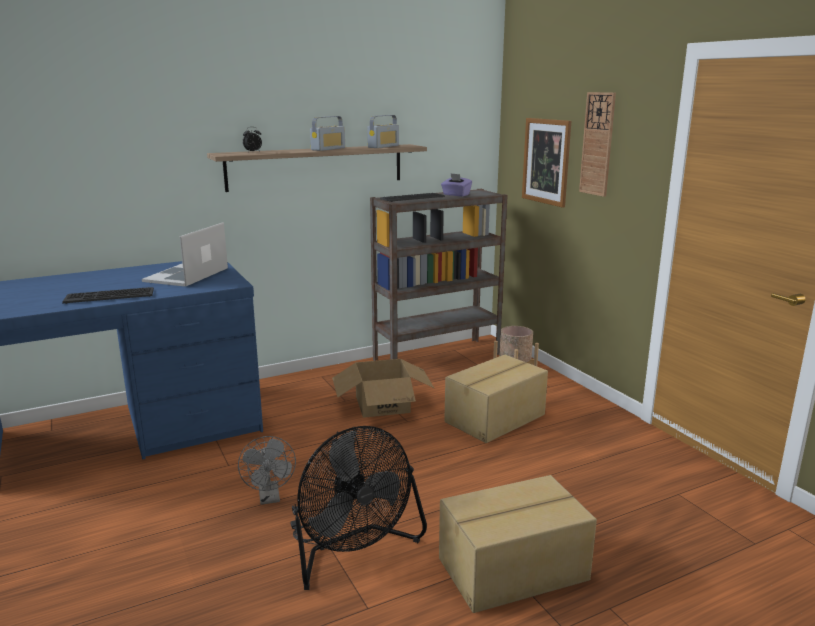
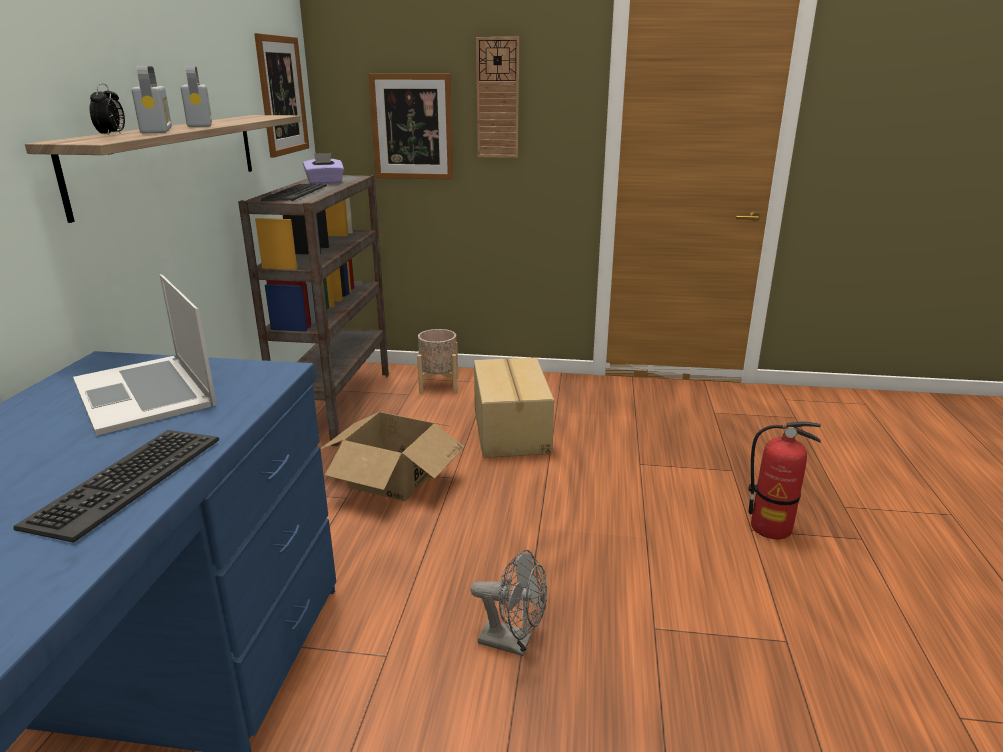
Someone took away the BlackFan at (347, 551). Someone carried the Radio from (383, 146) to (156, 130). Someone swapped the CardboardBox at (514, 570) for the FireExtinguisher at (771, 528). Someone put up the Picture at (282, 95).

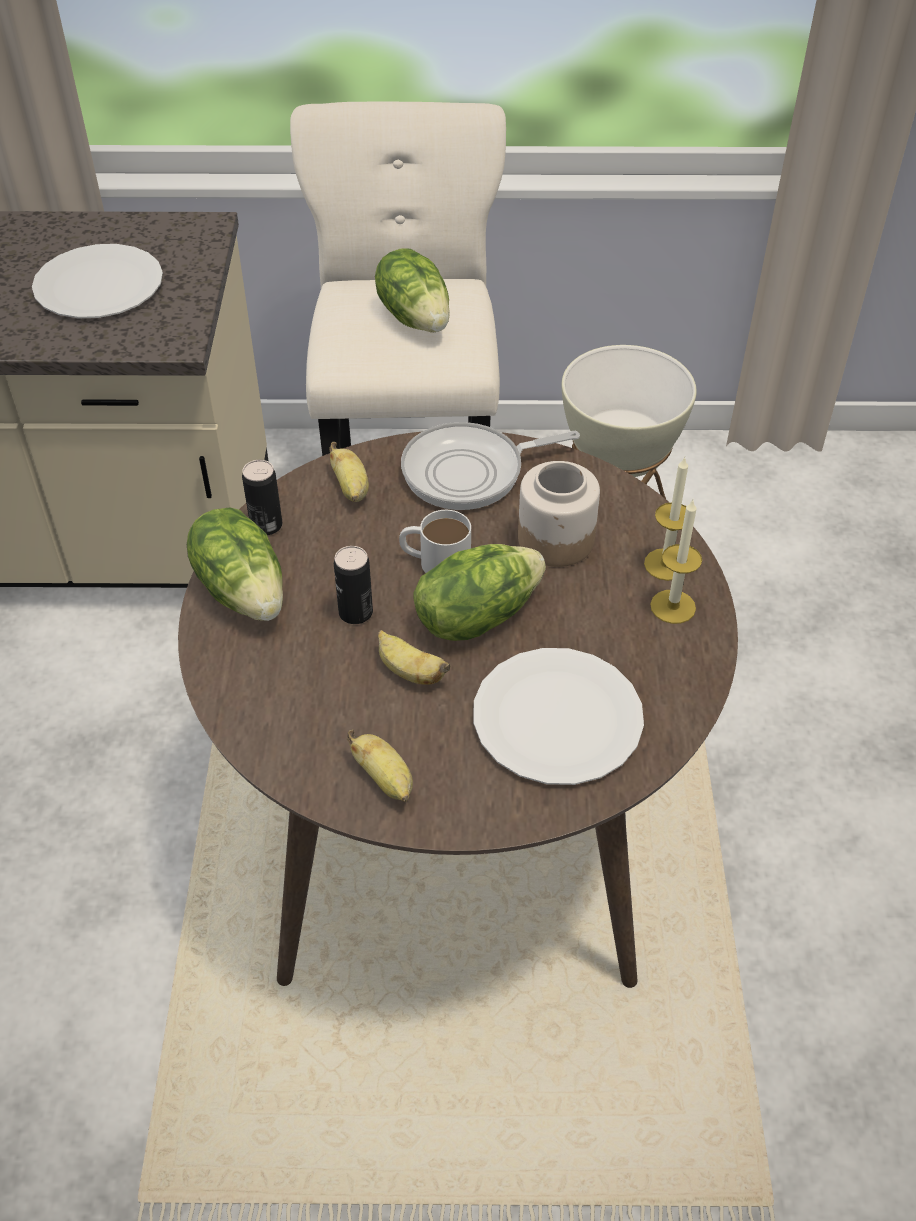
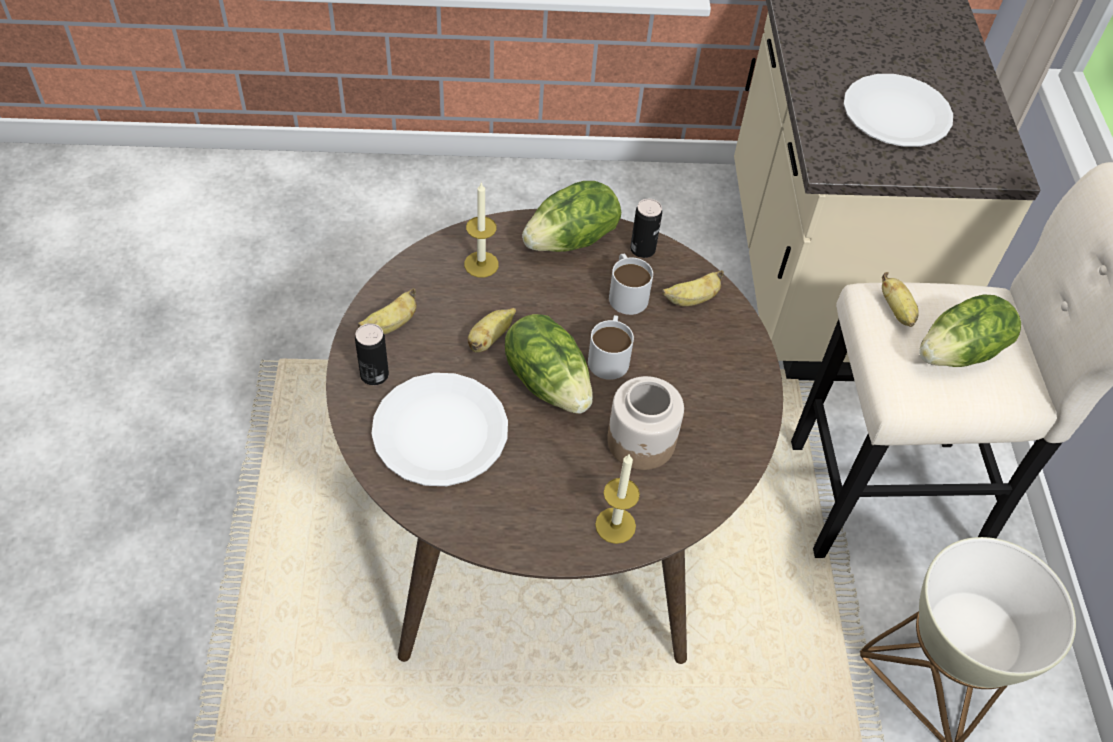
Someone carried the Can from (355, 612) to (374, 375). Someone took away the FryingPan at (470, 472). Someone carried the Candle from (673, 606) to (481, 264). Someone put down the WhiteMug at (626, 292). Someone put down the Banana at (897, 311).

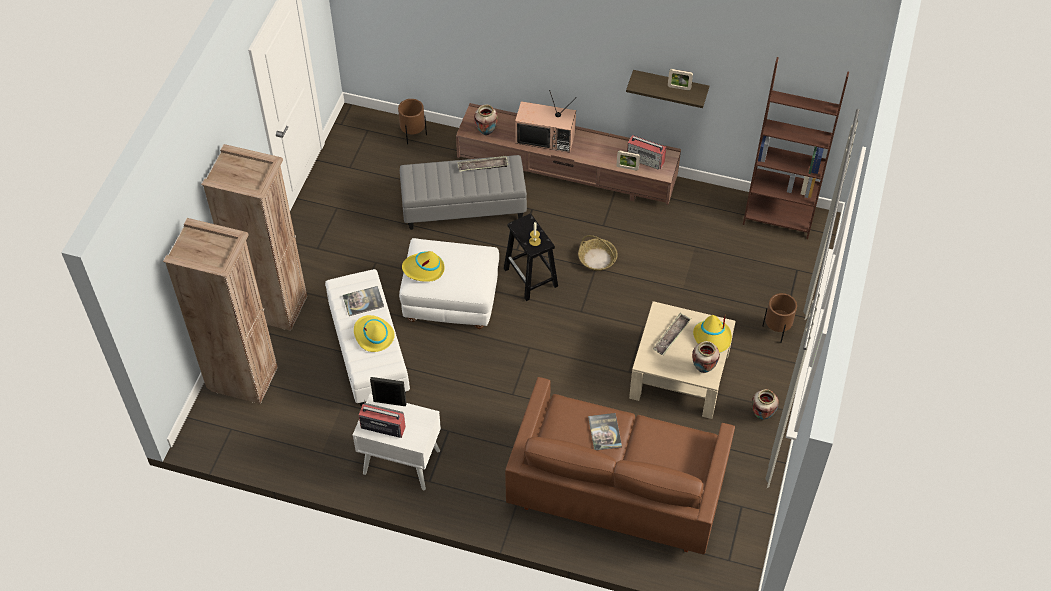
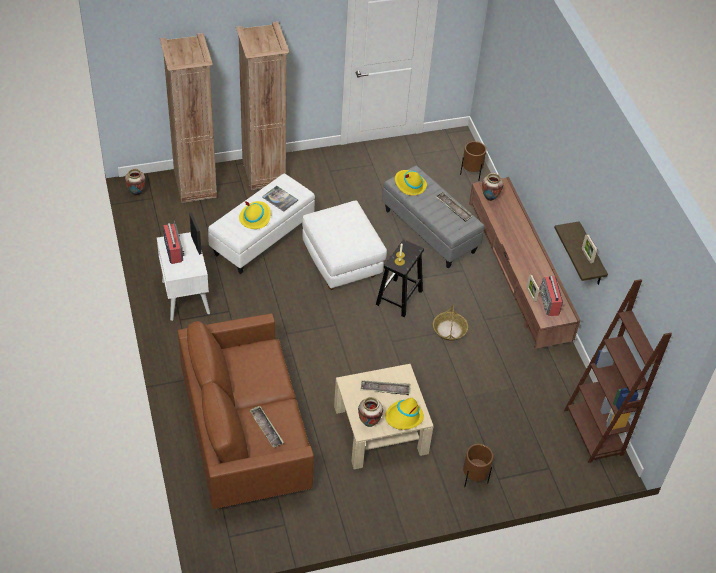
Someone carried the YellowHat from (423, 269) to (410, 185). Someone took away the Television at (546, 137). Someone took away the Book at (604, 432). Someone carried the Vase from (761, 416) to (136, 193). Someone put down the Tray at (266, 428).

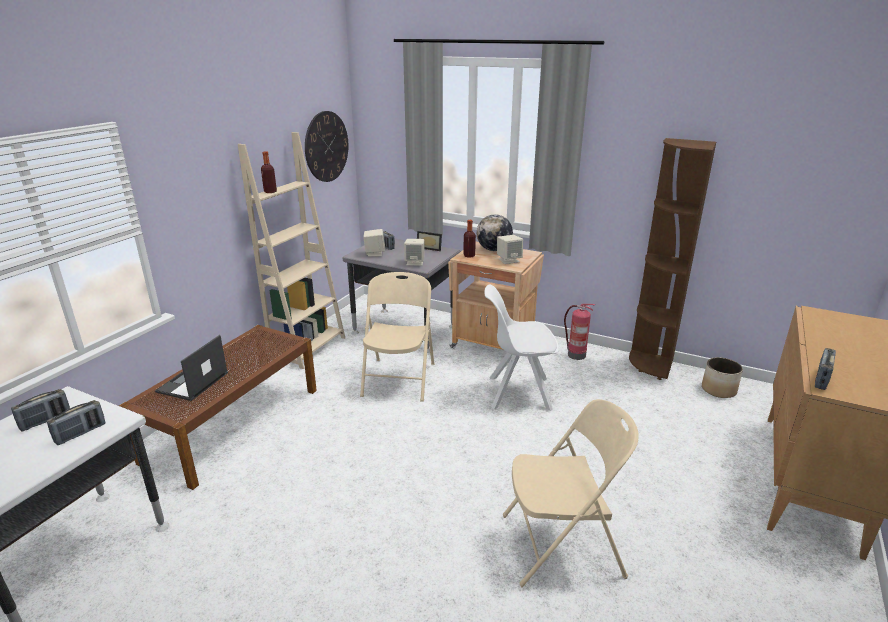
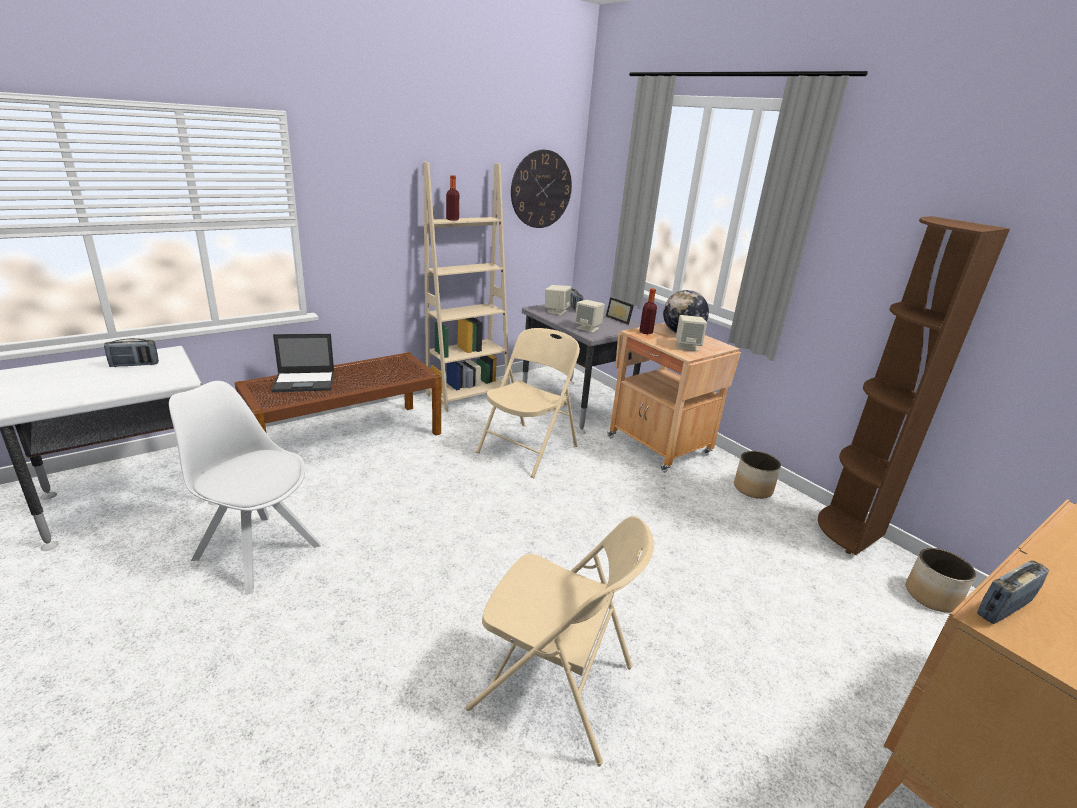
Someone took away the Radio at (80, 433). Someone rotated the Laptop at (192, 383) by 150 degrees counterclockwise. Someone carried the WhiteChair from (518, 393) to (256, 551). Someone swapped the FireExtinguisher at (575, 355) for the Planter at (752, 489).

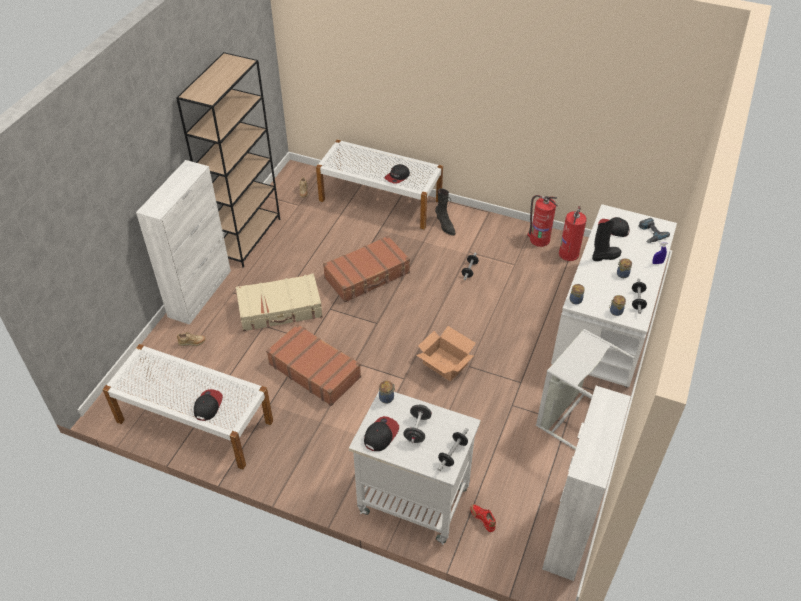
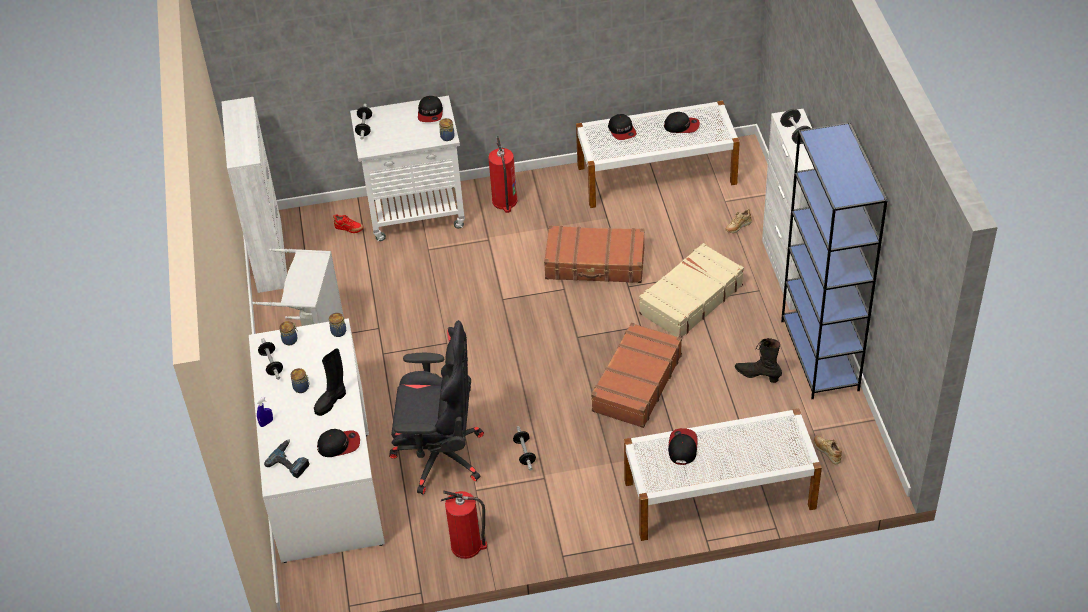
Someone repainted the BeigeBookcase at (247, 237), which became the BlueBookcase at (820, 355). Someone carried the BlackDumbbell from (417, 429) to (795, 134). Someone took away the CardboardBox at (445, 364). Someone carried the BlackBoot from (445, 226) to (757, 375). Someone carried the FireExtinguisher from (569, 253) to (504, 201). Someone put down the BlackOfficeChair at (438, 456). Someone put down the Cap at (682, 126).

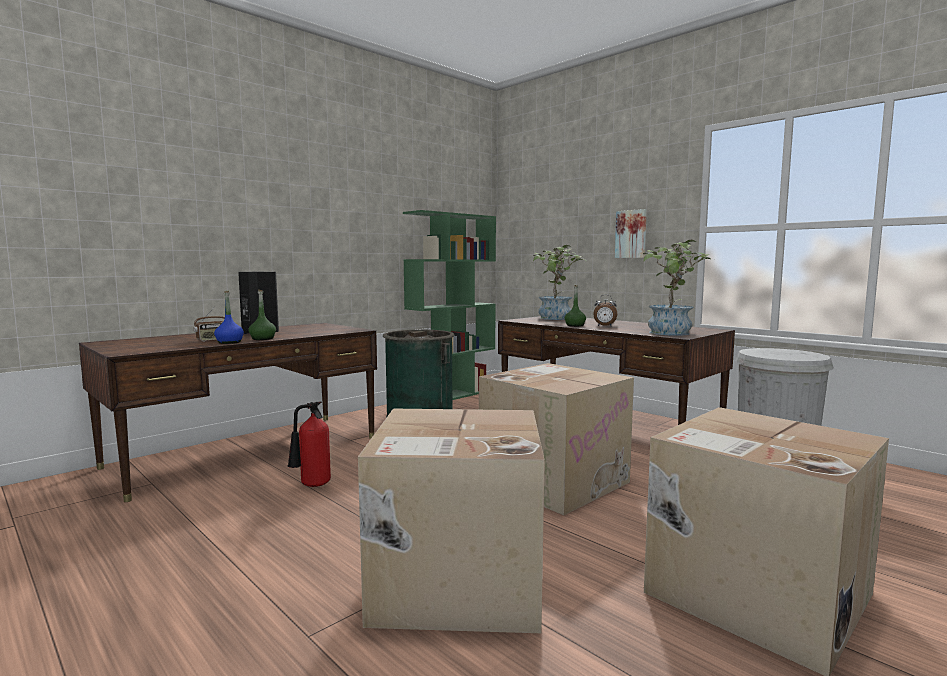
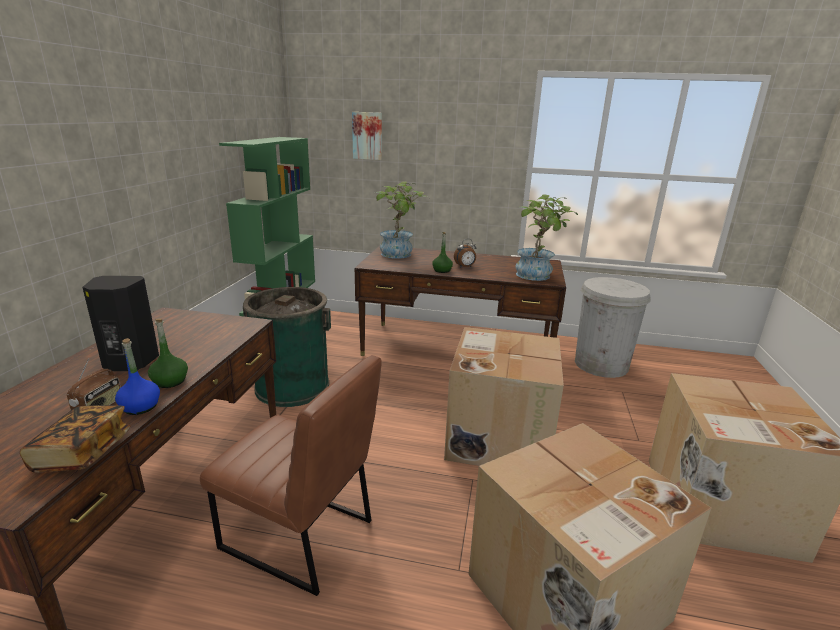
Someone swapped the FireExtinguisher at (312, 486) for the BrownChair at (300, 536). Someone carried the Picture from (631, 234) to (367, 135). Someone put down the Book at (83, 453).

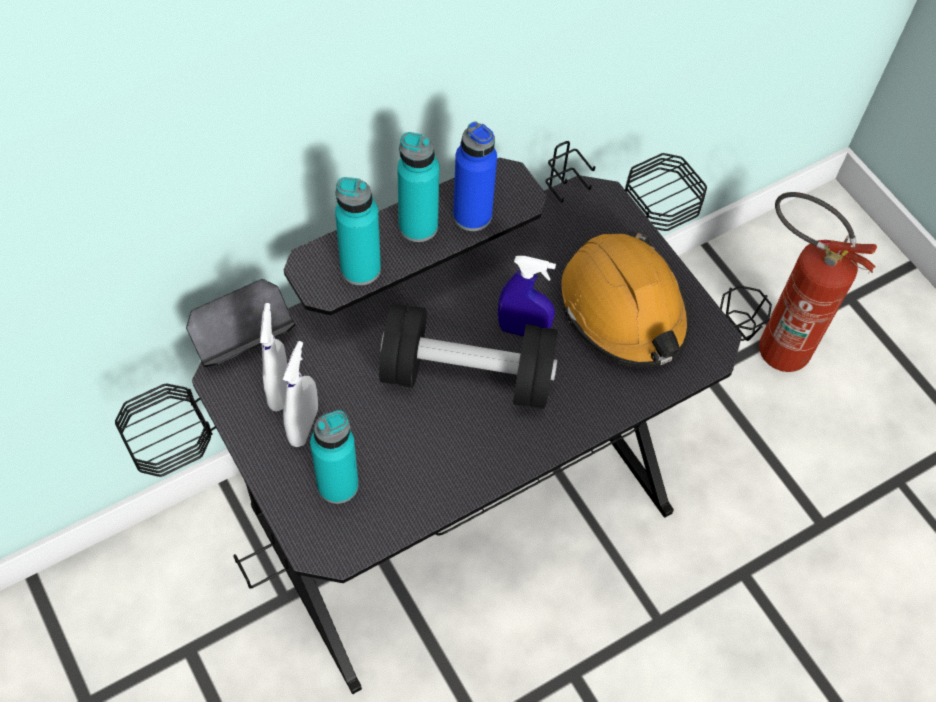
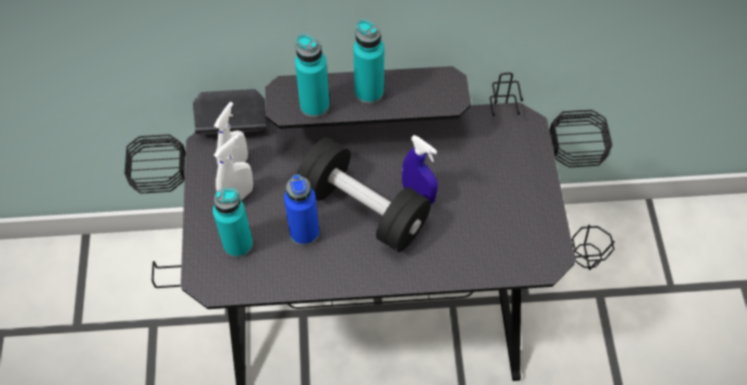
Someone carried the BlueBottle from (472, 215) to (304, 232). Someone took away the OrangeHardHat at (624, 310). Someone took away the FireExtinguisher at (771, 344).

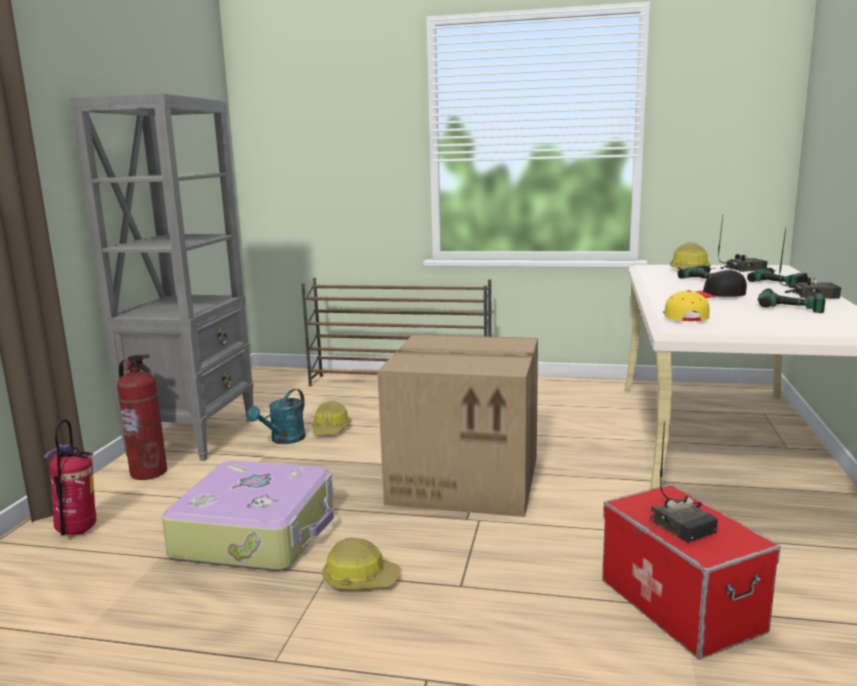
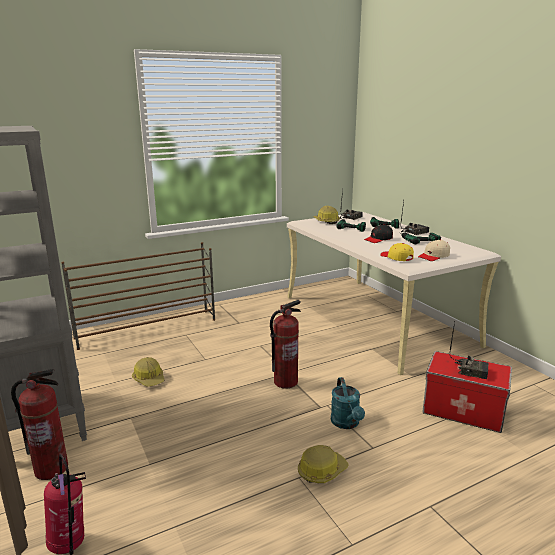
Someone took away the Suitcase at (257, 533). Someone carried the TurquoiseWateringCan from (283, 440) to (346, 423). Someone swapped the CardboardBox at (467, 478) for the FireExtinguisher at (285, 382). Someone put down the BeigeCap at (434, 256).

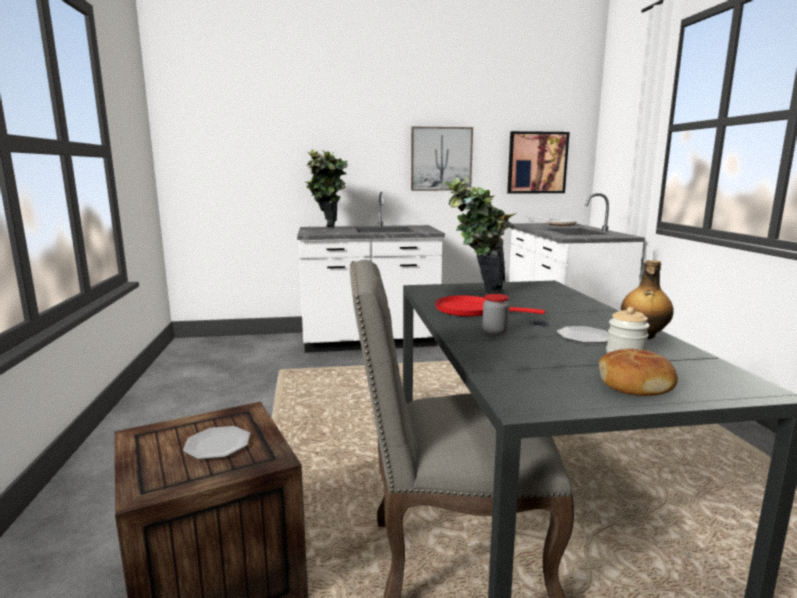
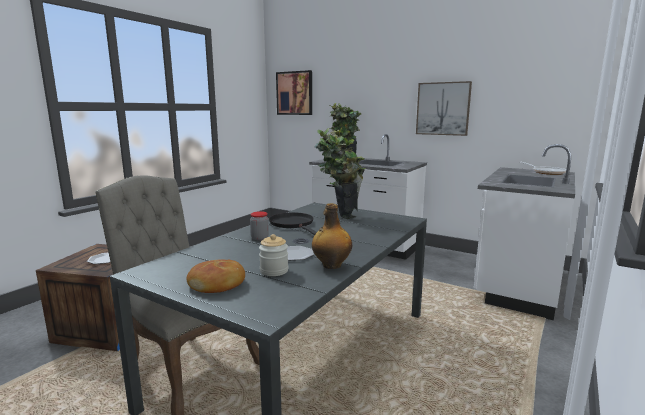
Someone repainted the RedFryingPan at (470, 310), which became the BlackFryingPan at (293, 224). Someone carried the Picture from (537, 162) to (294, 93).

